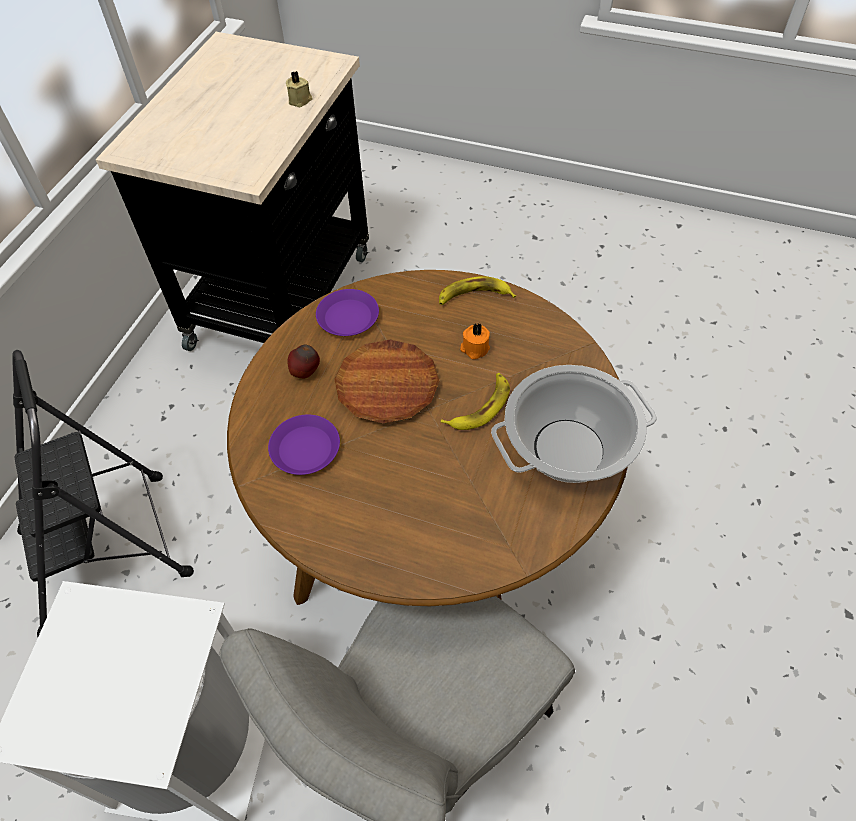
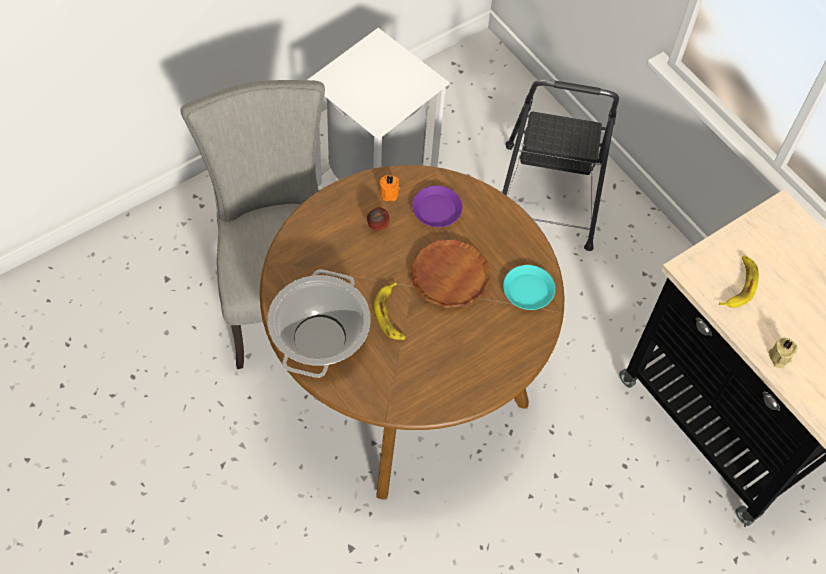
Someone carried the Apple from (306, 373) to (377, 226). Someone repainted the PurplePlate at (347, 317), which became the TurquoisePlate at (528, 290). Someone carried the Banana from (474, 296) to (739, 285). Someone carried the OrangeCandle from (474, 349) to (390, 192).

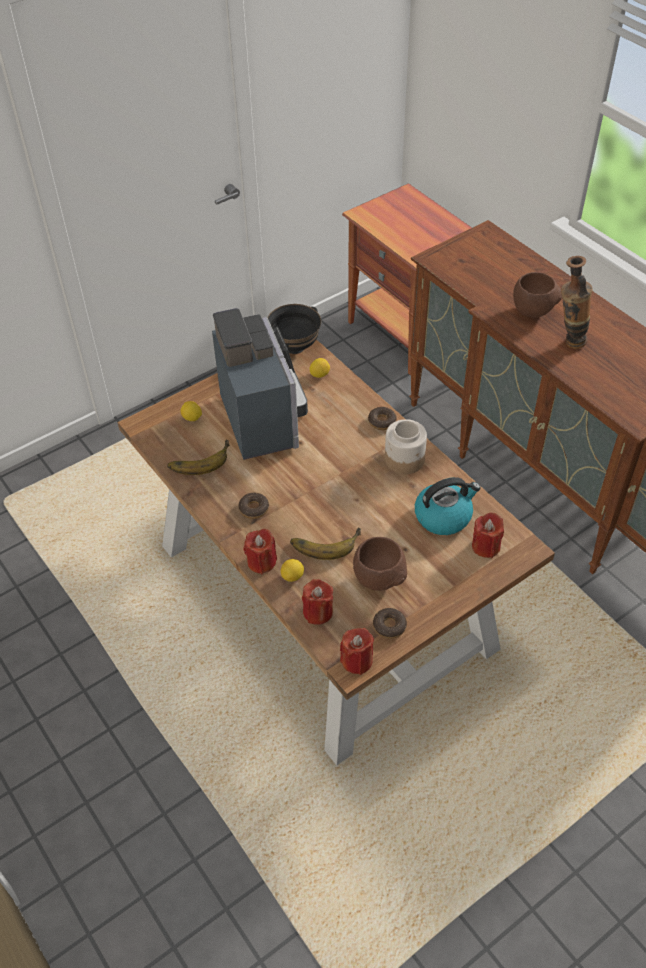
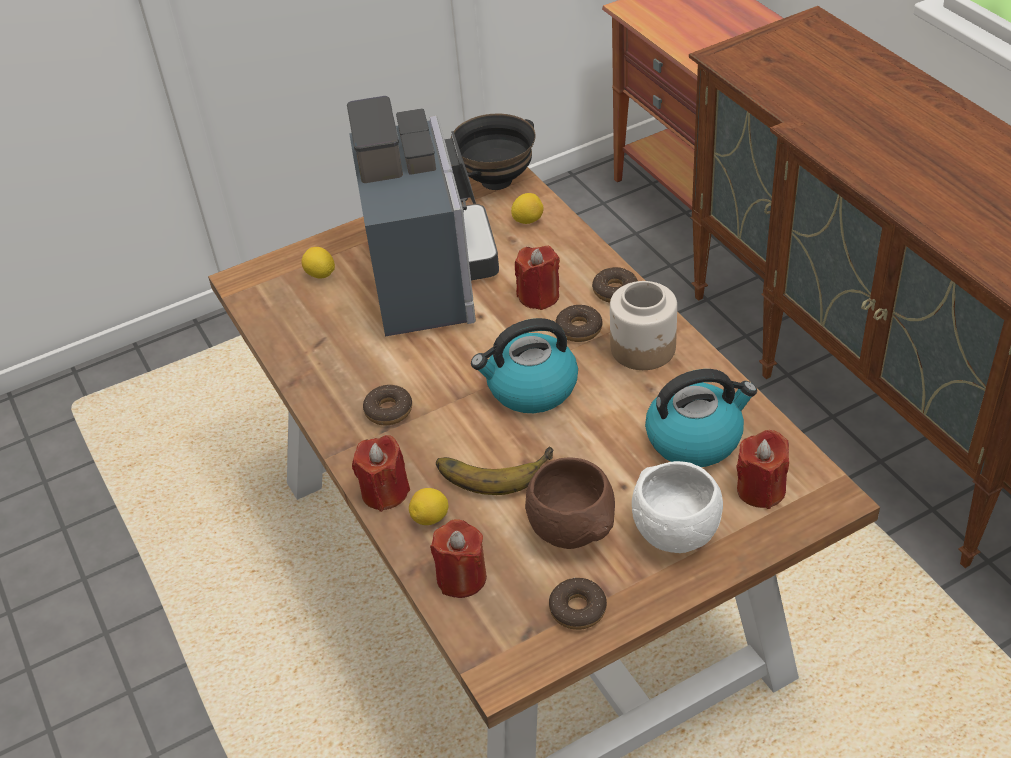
Someone took away the Banana at (199, 459). Someone carried the RedCandle from (357, 660) to (539, 296). Someone took away the BrownBowl at (533, 312). Someone took away the Vase at (568, 342). Someone put down the Kettle at (530, 388). Someone put down the Donut at (579, 329). Someone put down the WhiteBowl at (675, 534).

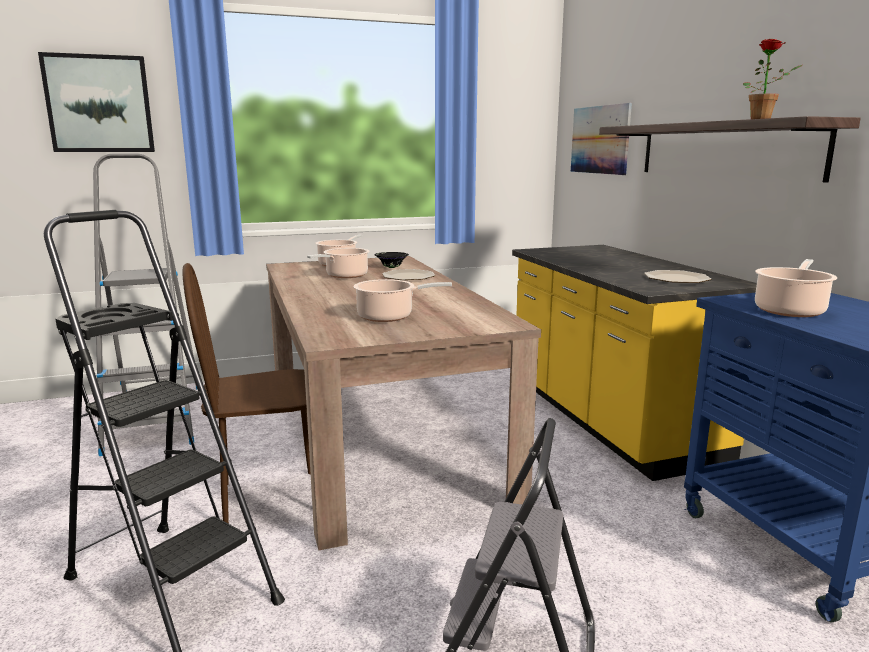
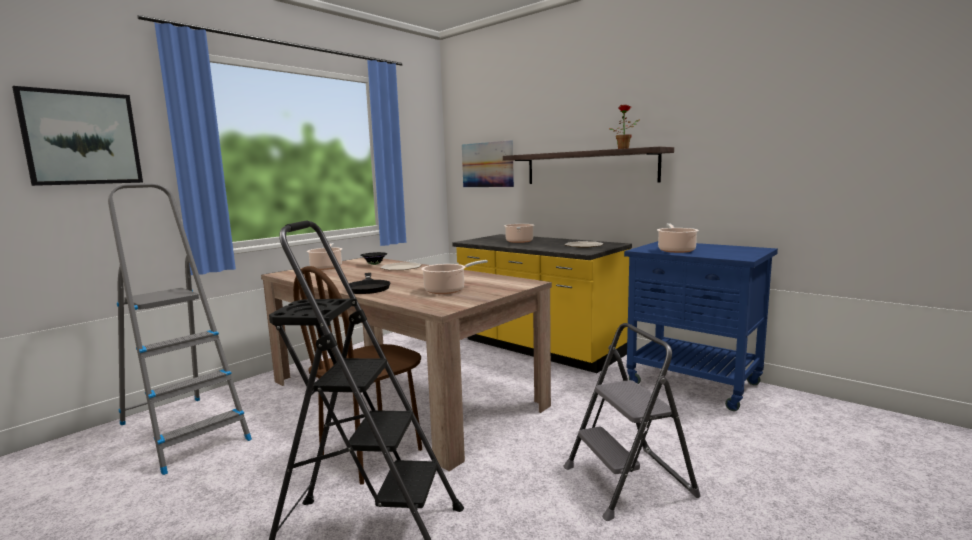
Someone carried the CookingPot from (345, 276) to (519, 241). Someone put down the BlackFryingPan at (368, 287).

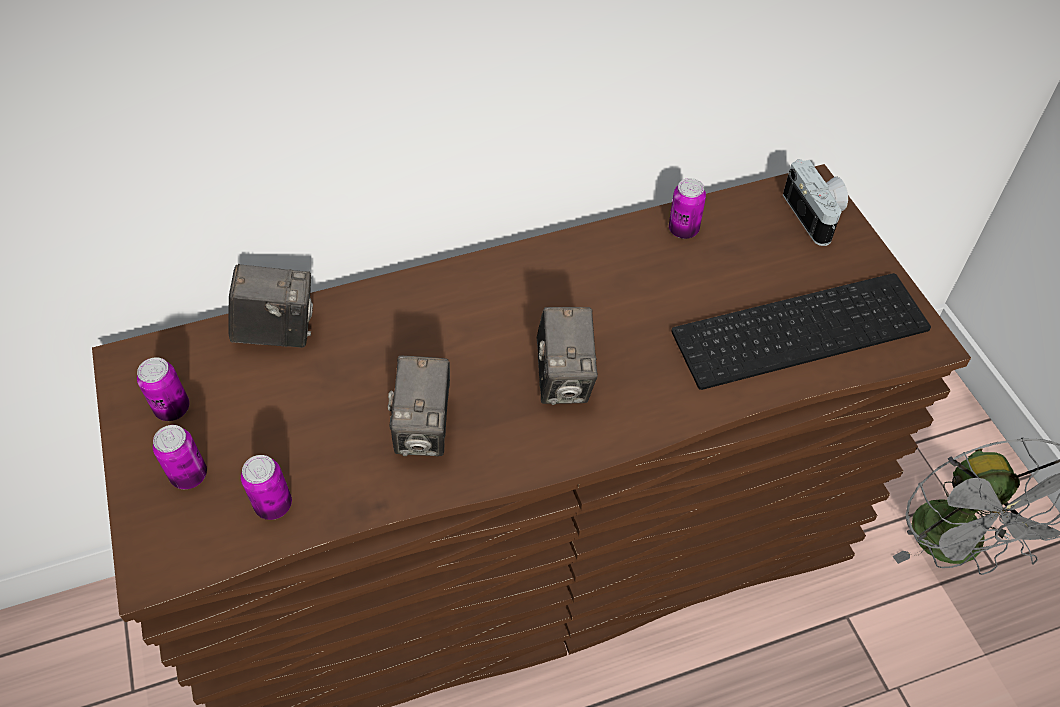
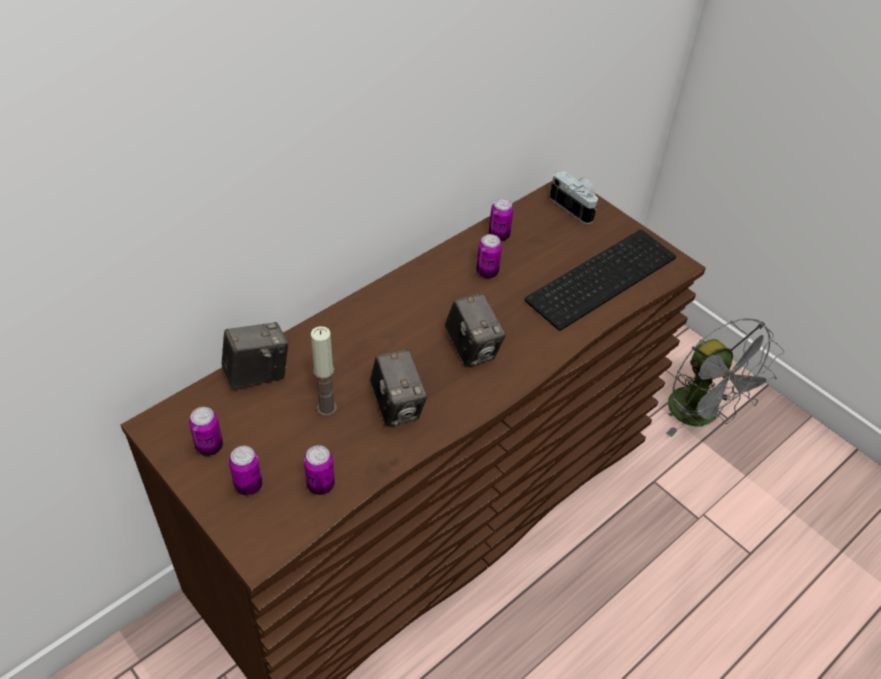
Someone put down the Candle at (326, 408). Someone put down the Can at (487, 272).

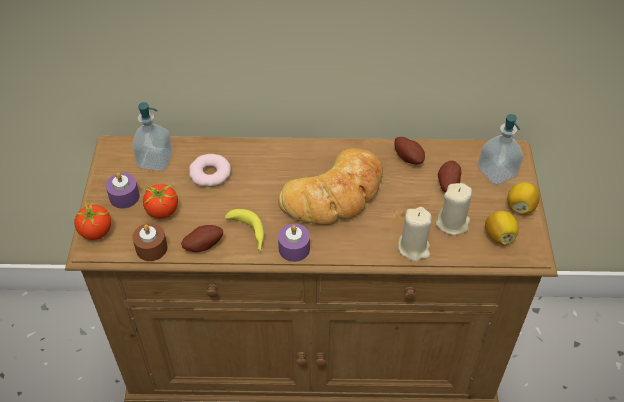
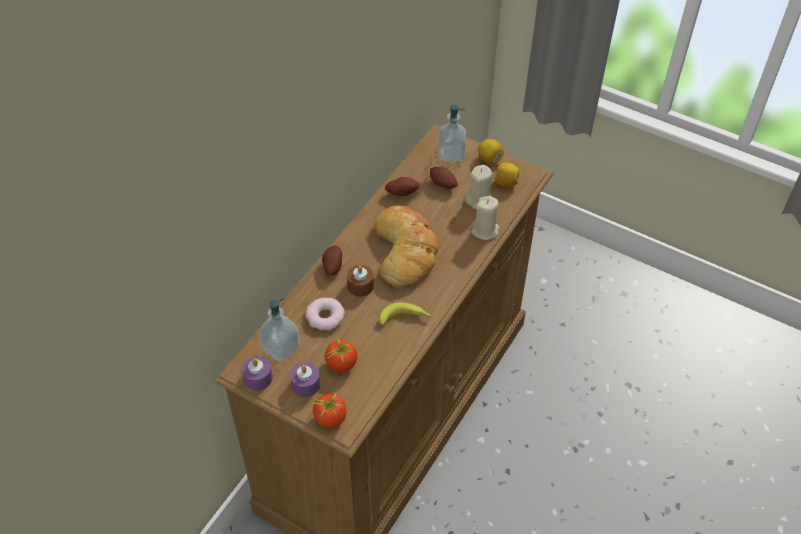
Someone carried the BrownCandle from (151, 248) to (360, 286). Someone carried the Potato from (203, 244) to (332, 266). Someone carried the PurpleCandle from (294, 248) to (258, 378).

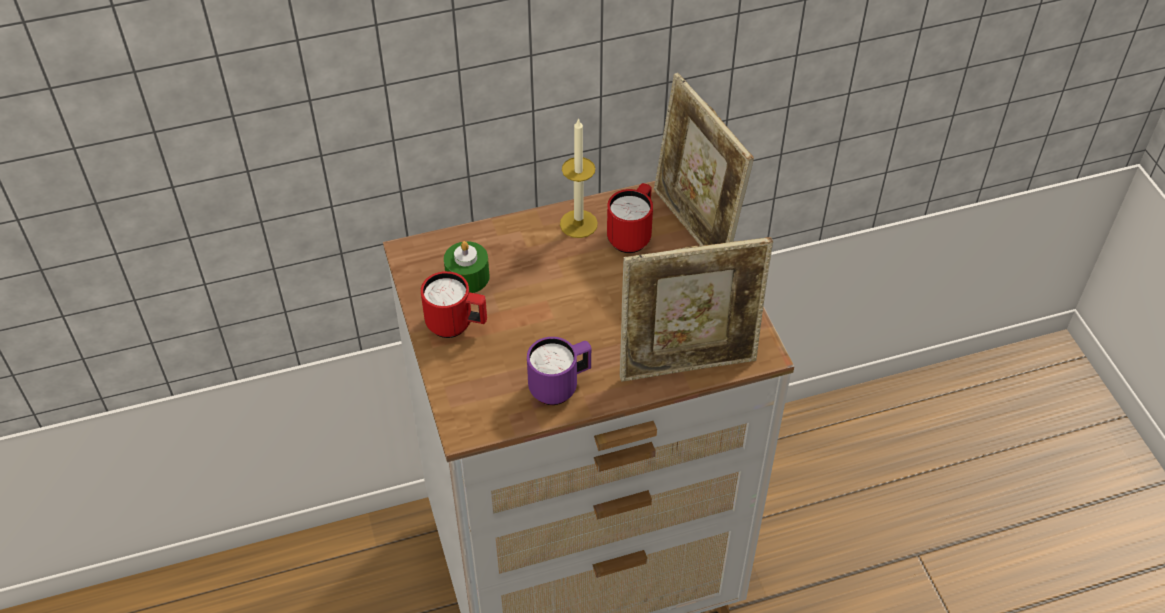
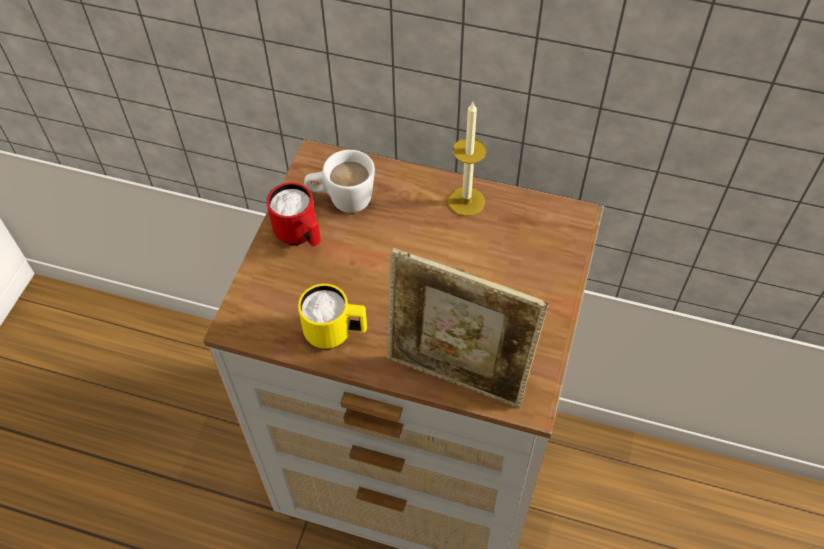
Someone swapped the GreenCandle at (467, 277) for the WhiteMug at (342, 200). Someone repainted the PurpleMug at (560, 387), which became the YellowMug at (336, 334). Someone took away the RedMug at (632, 235). Someone took away the PictureFrame at (694, 228).

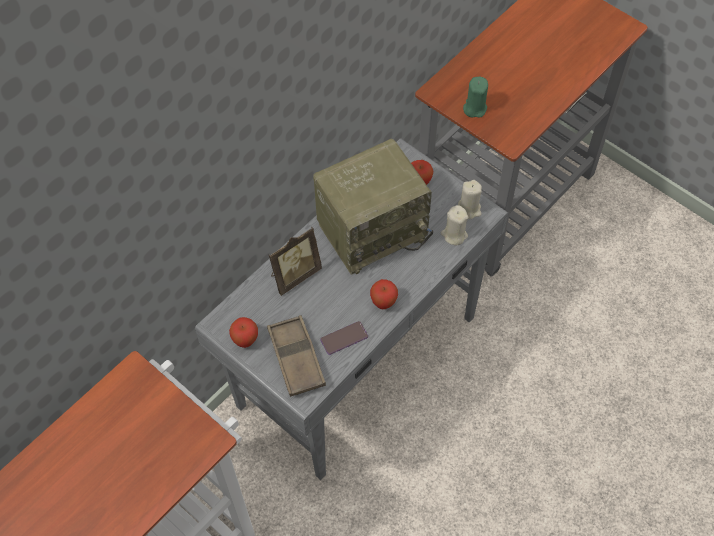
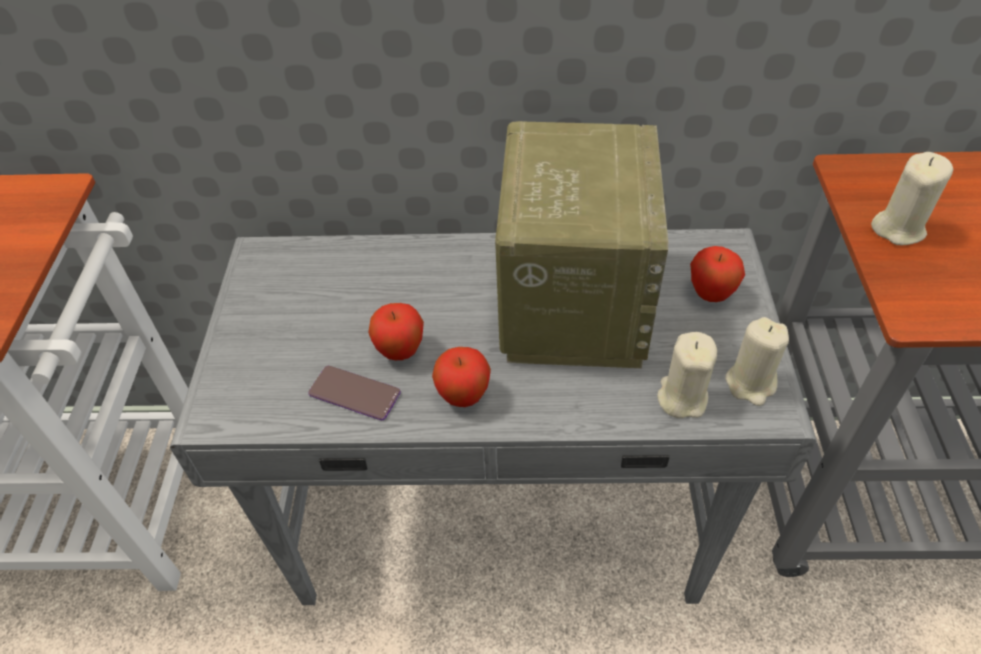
Someone carried the Apple from (245, 340) to (400, 352). Someone took away the BrownTray at (296, 358). Someone took away the PictureFrame at (294, 275). Someone rotated the Radio at (372, 229) by 105 degrees counterclockwise. Someone repainted the GreenCandle at (474, 108), which became the BeigeCandle at (898, 228).

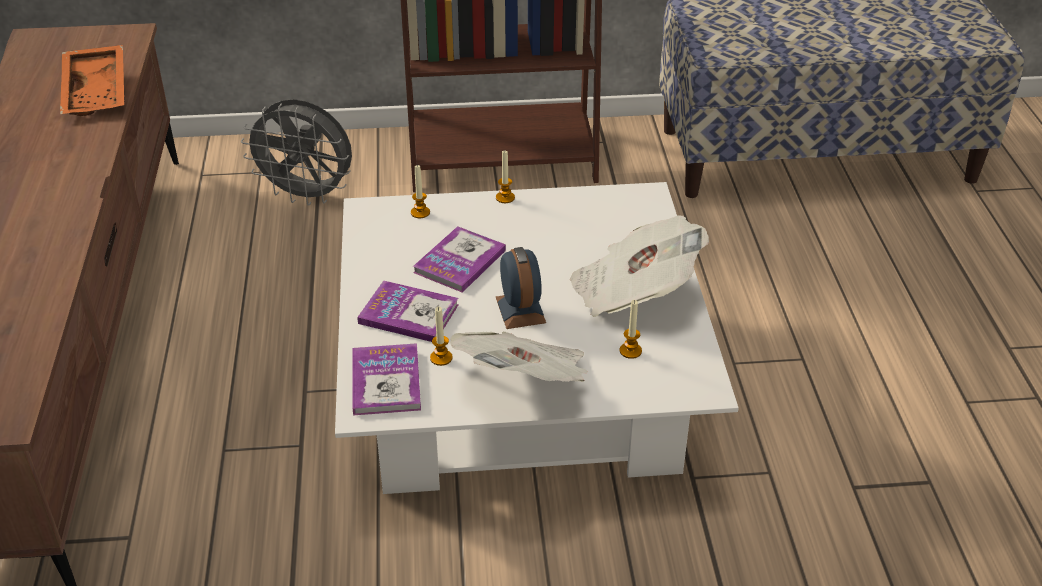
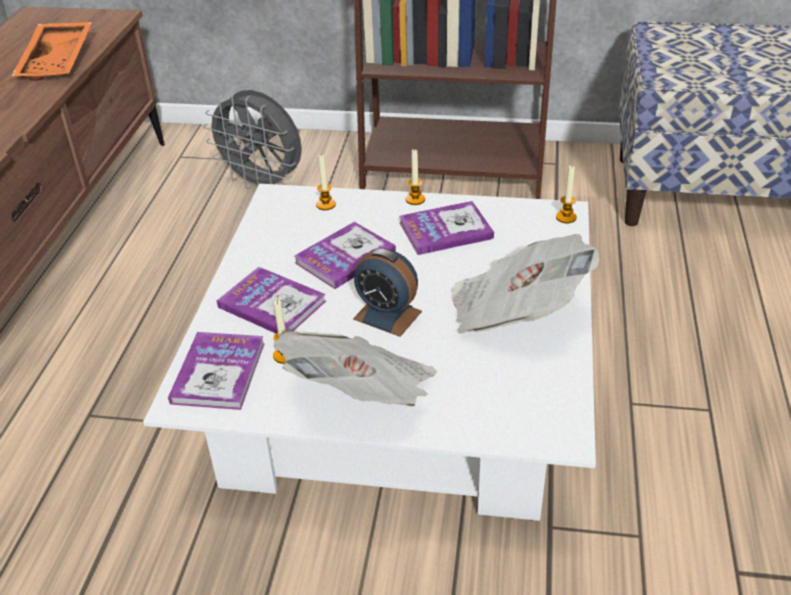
Someone rotated the AlarmClock at (520, 310) by 120 degrees clockwise. Someone carried the Candle from (630, 351) to (566, 217). Someone put down the Book at (445, 230).

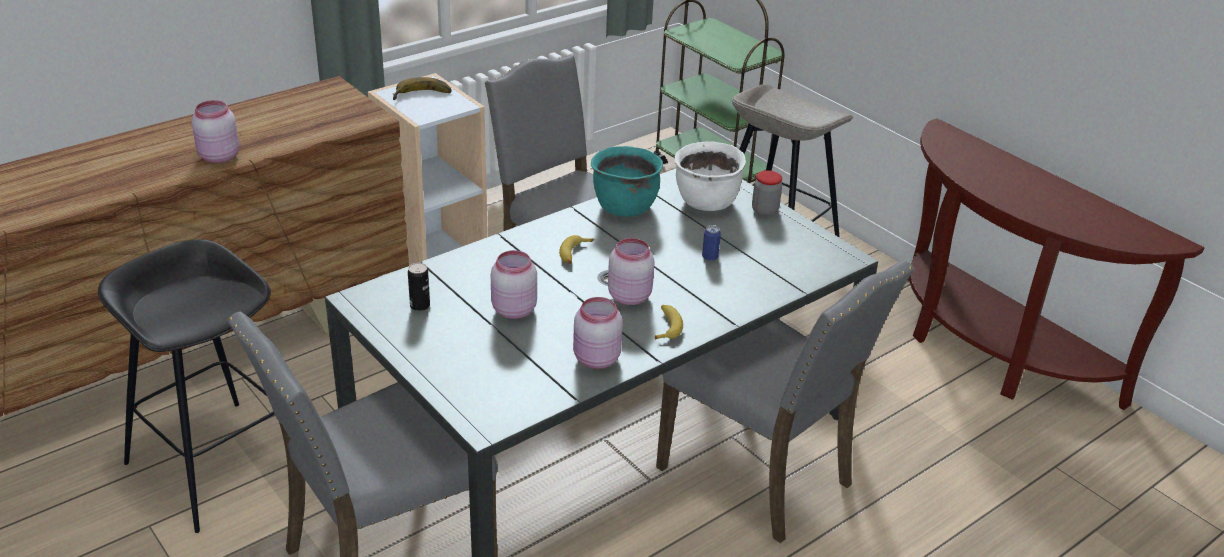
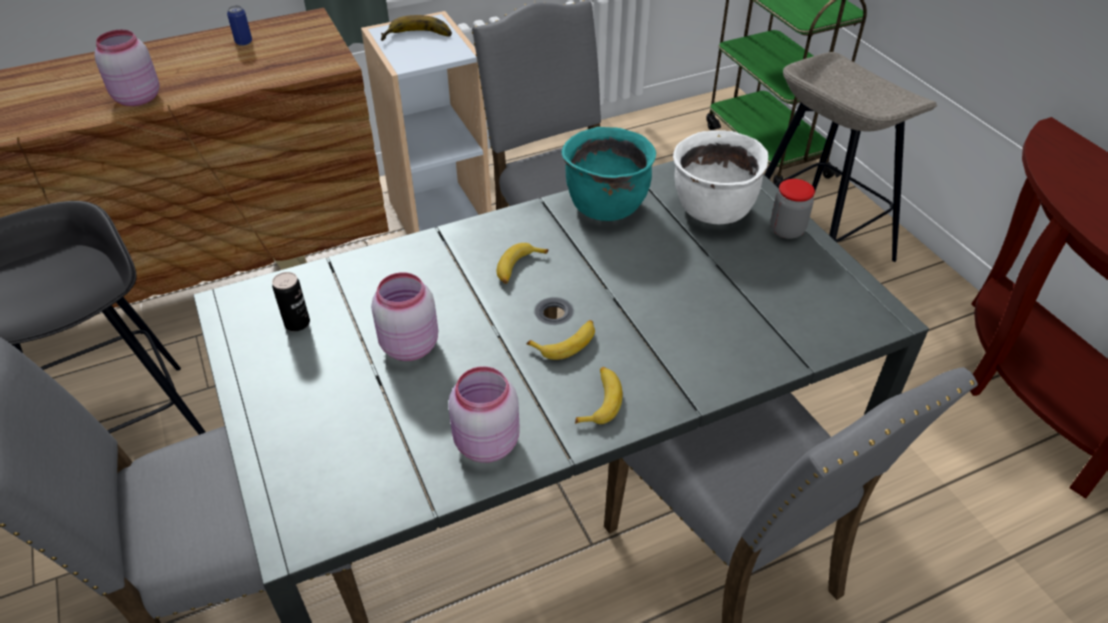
Someone swapped the PinkJar at (629, 296) for the Banana at (566, 343). Someone carried the Can from (710, 257) to (244, 42).

